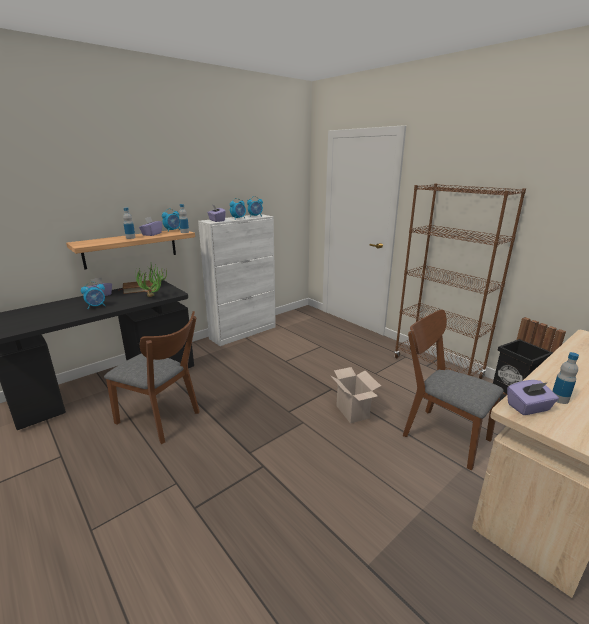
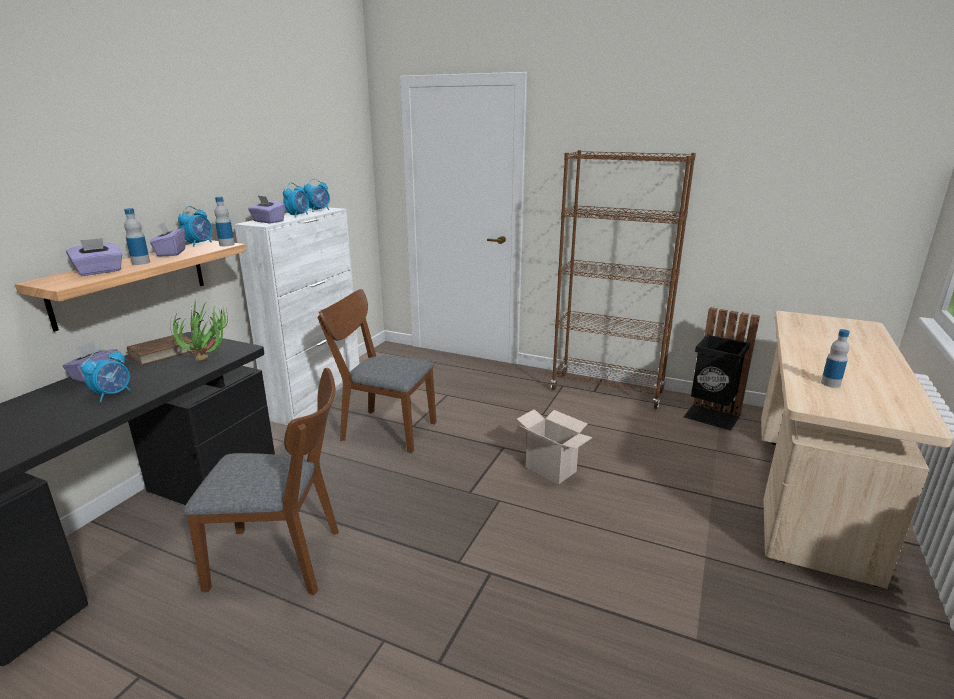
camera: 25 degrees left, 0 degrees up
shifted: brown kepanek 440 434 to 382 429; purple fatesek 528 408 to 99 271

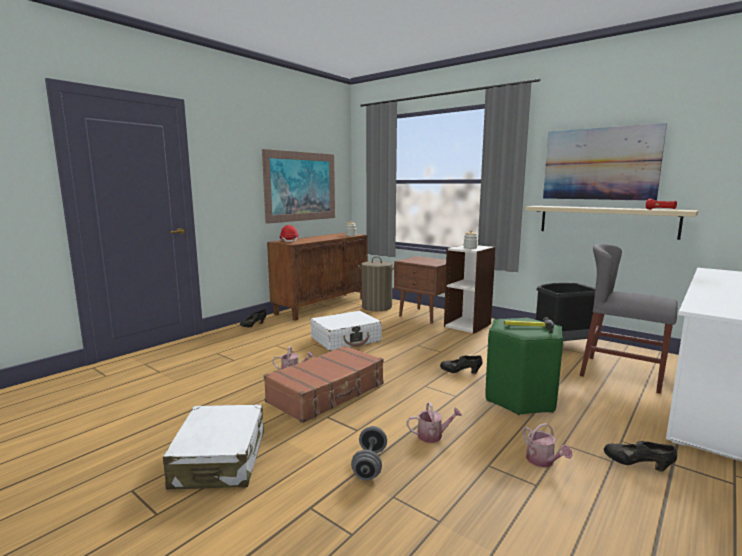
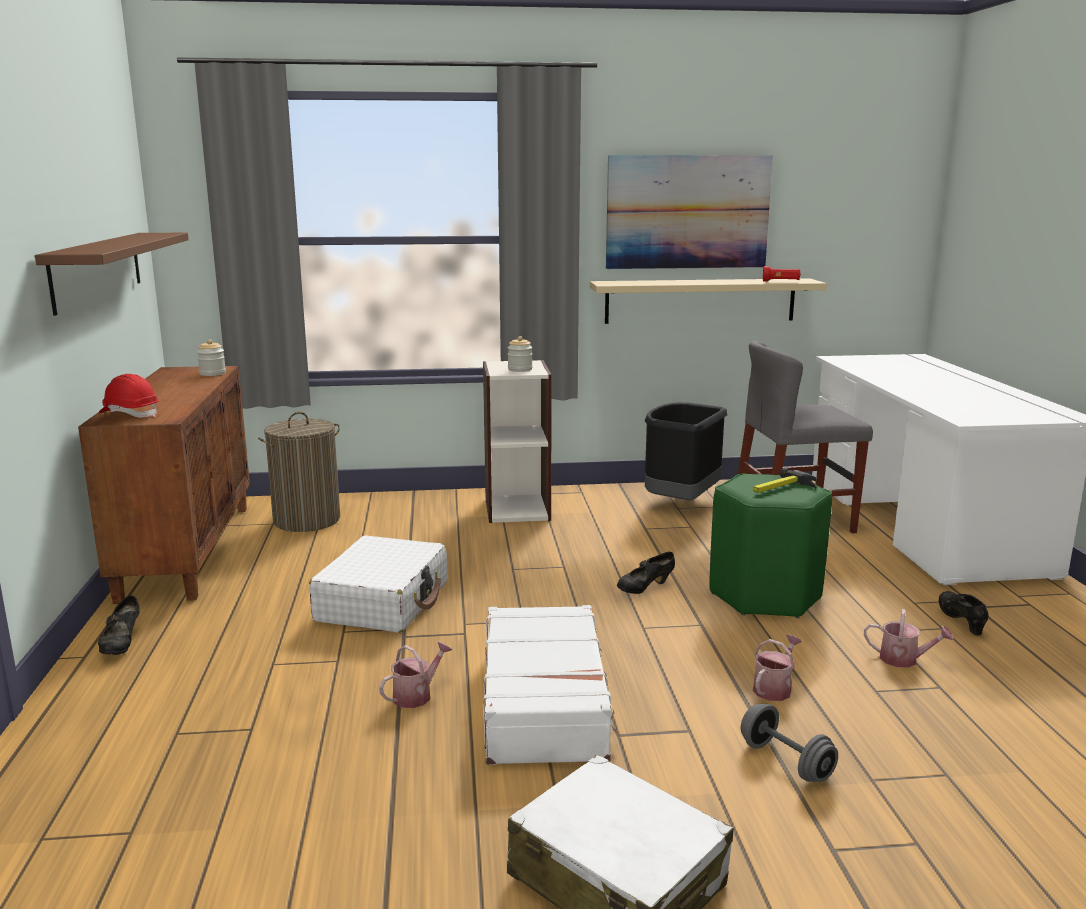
camera: 45 degrees left, 5 degrees up
gone: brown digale 425 315
swapped: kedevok 301 186 to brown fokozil 97 269
repainted: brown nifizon 327 393 to white nifizon 545 701
rotated: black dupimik 637 465 = 961 622 105 degrees clockwise

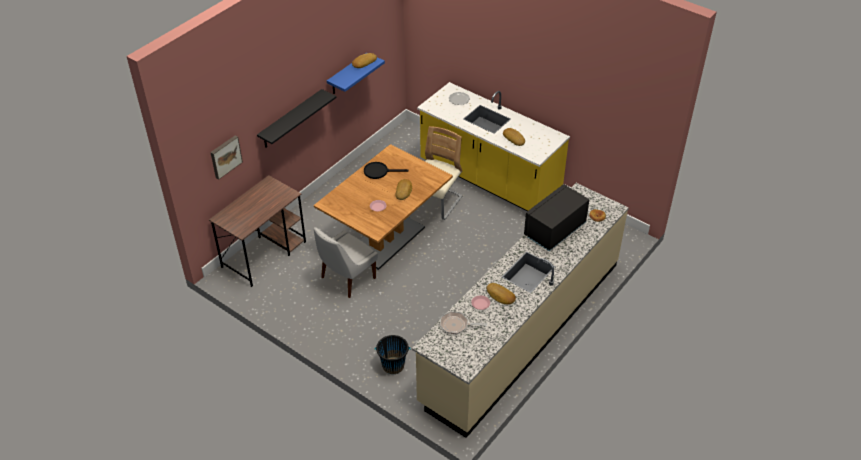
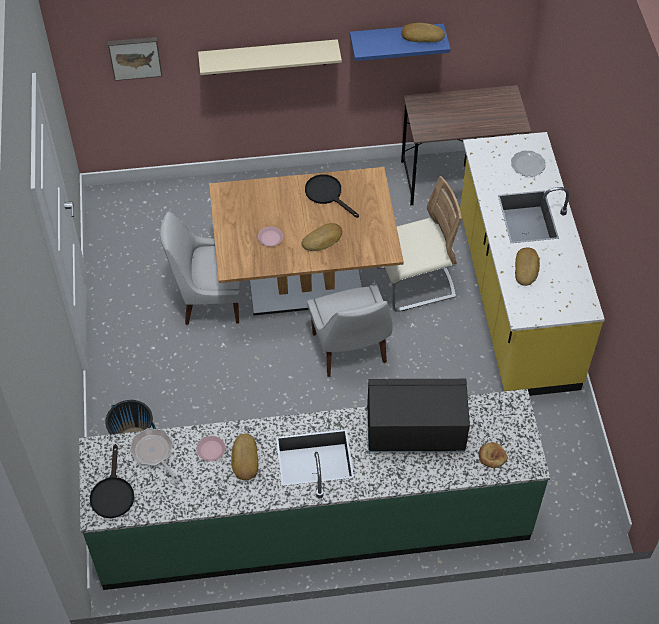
camera: 45 degrees right, 10 degrees up
new: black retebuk 112 493; white kepanek 350 350
shifted: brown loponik 264 254 to 459 178
repainted: black fokozil 291 119 to beige fokozil 268 57; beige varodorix 521 330 to green varodorix 313 521

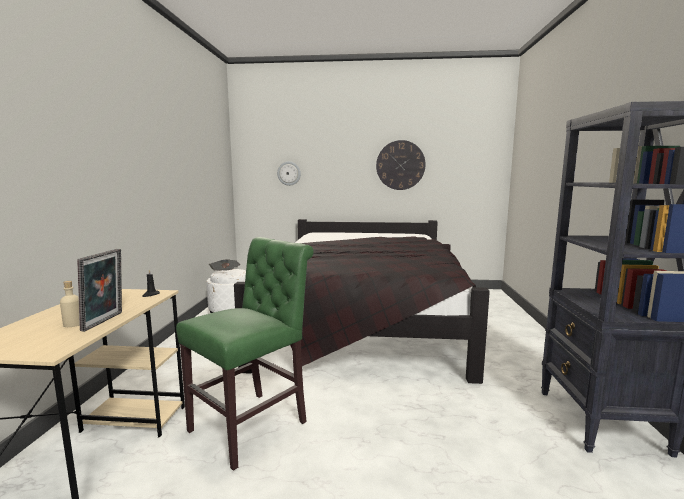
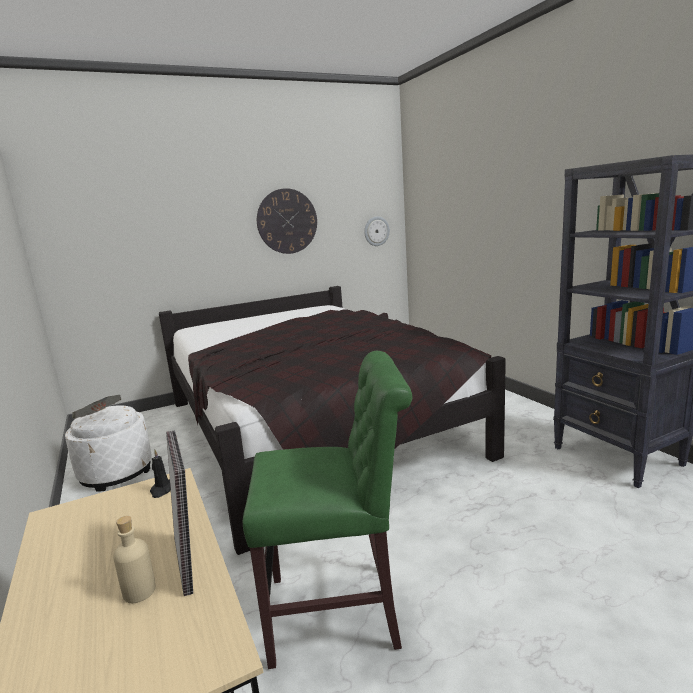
camera: 30 degrees left, 5 degrees up
shifted: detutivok 289 173 to 376 231
rotated: green kepanek 254 424 = 341 611 75 degrees clockwise

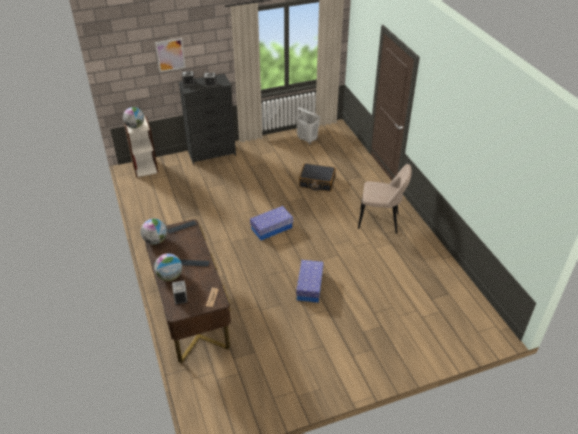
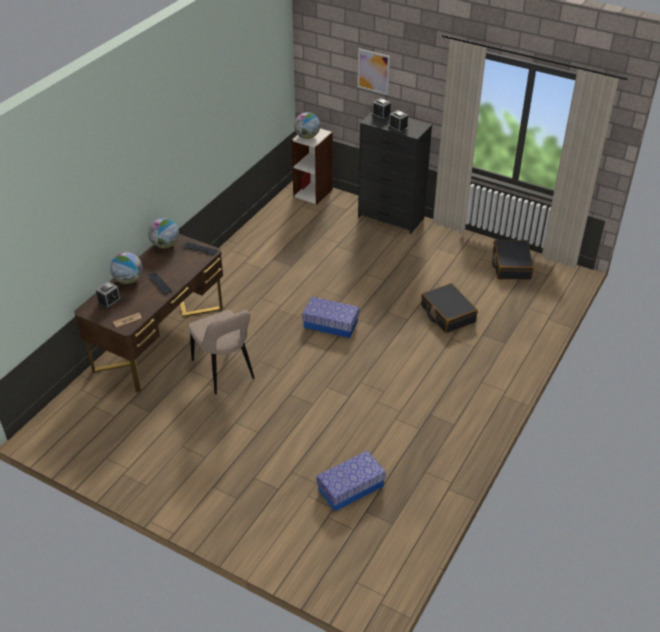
camera: 50 degrees right, 0 degrees up
shifted: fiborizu 309 286 to 350 488; beige kepanek 380 221 to 224 371
swapped: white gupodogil 307 139 to black nifizon 511 266

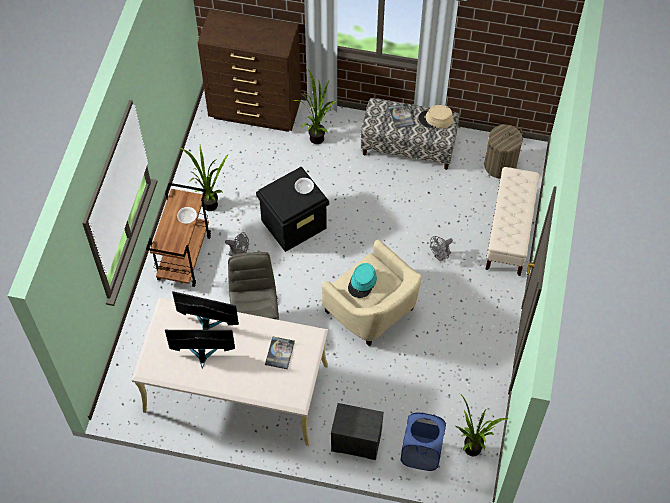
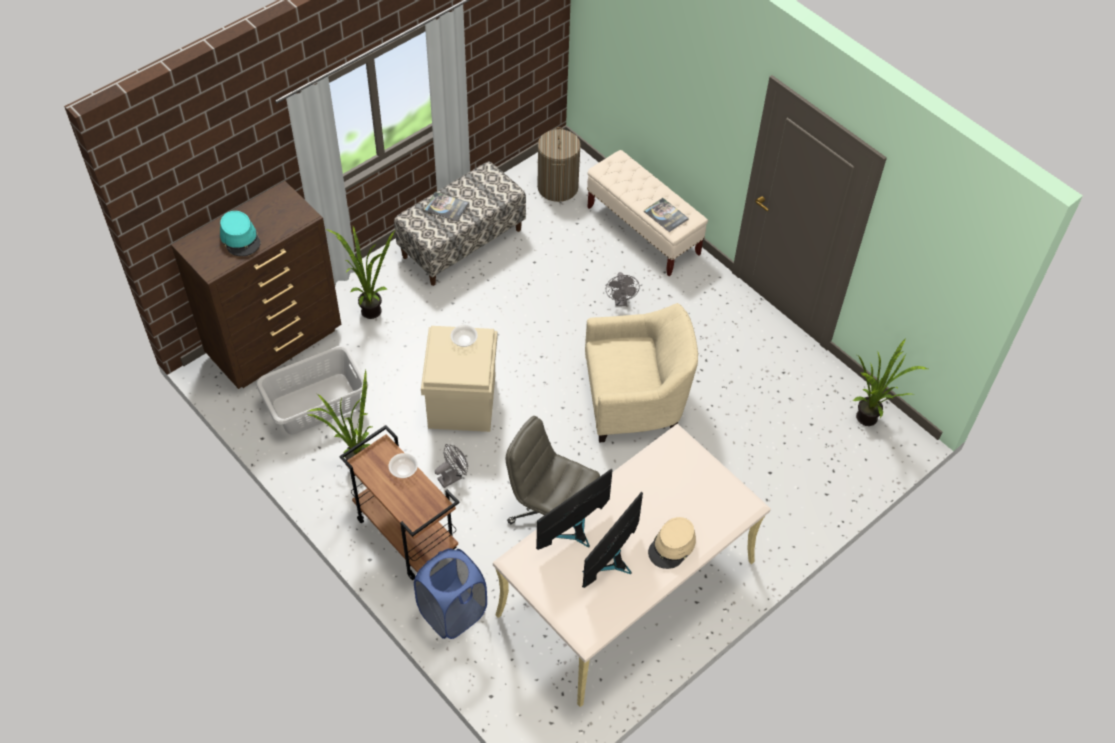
camera: 55 degrees left, 5 degrees down
gone: digale 355 440
new: grey gupodogil 315 403
shifted: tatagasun 279 353 to 665 215; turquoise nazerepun 362 282 to 240 238; blue gupodogil 421 453 to 452 613; beige nazerepun 435 119 to 672 546
repainted: black fiborizu 294 224 to beige fiborizu 461 401

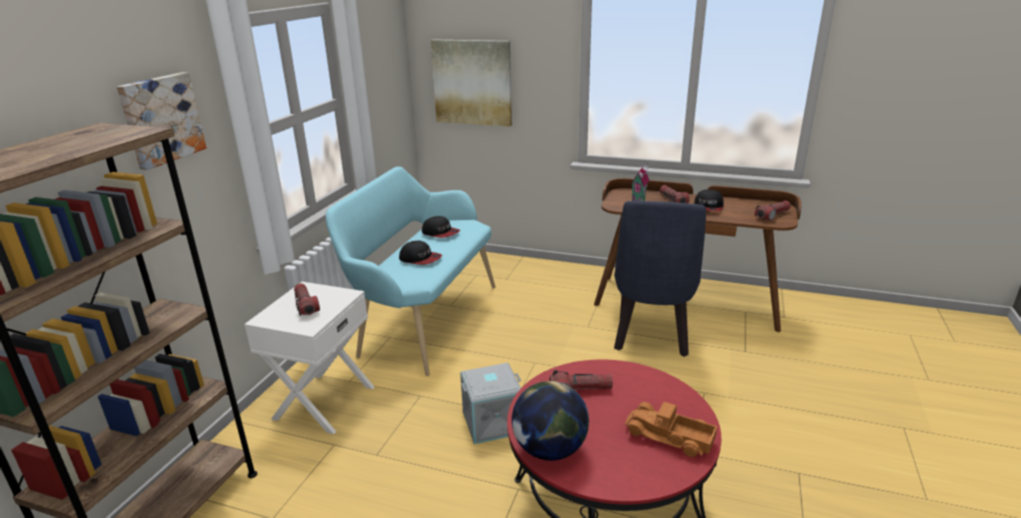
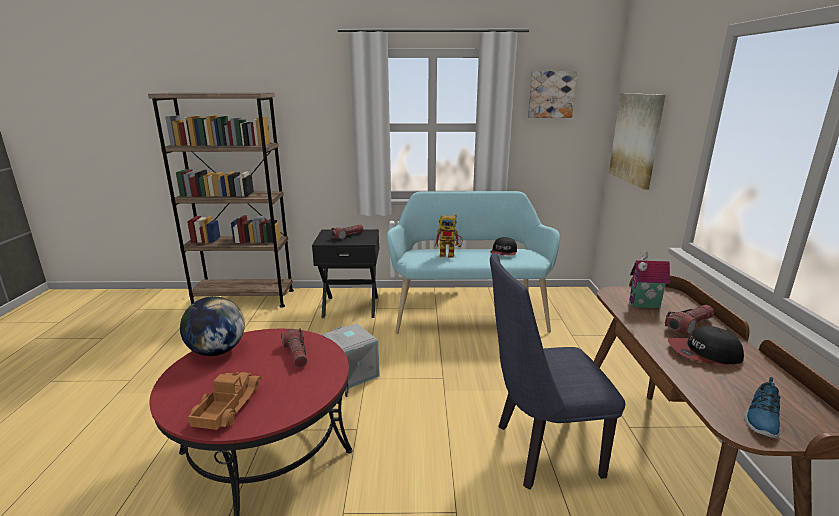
camera: 70 degrees right, 5 degrees down
shifted: kedevok 161 119 to 551 94
swapped: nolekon 420 259 to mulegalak 450 255; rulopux 772 215 to dupimik 761 418
repainted: white digale 323 402 to black digale 351 306

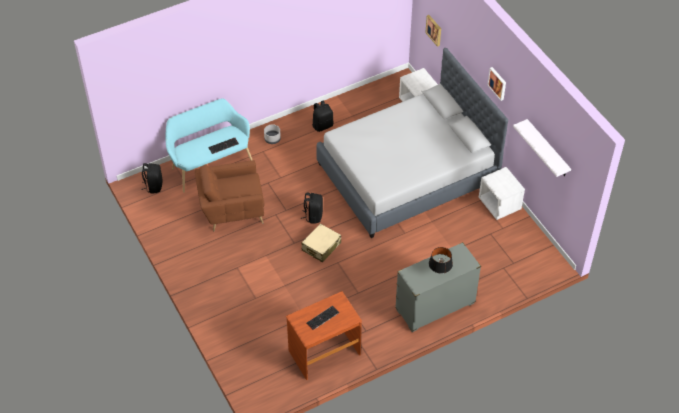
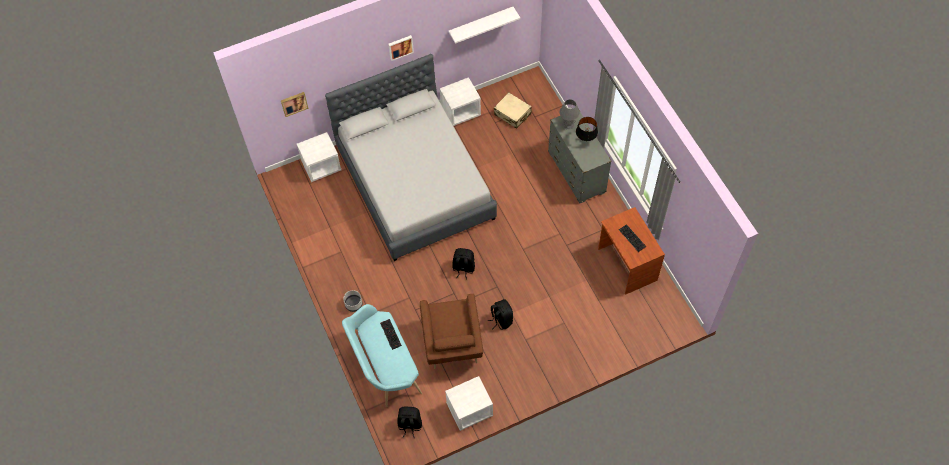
camera: 85 degrees left, 10 degrees up
new: white digale 469 410; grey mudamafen 568 124
shifted: beige nifizon 321 247 to 512 114; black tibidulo 322 125 to 501 320

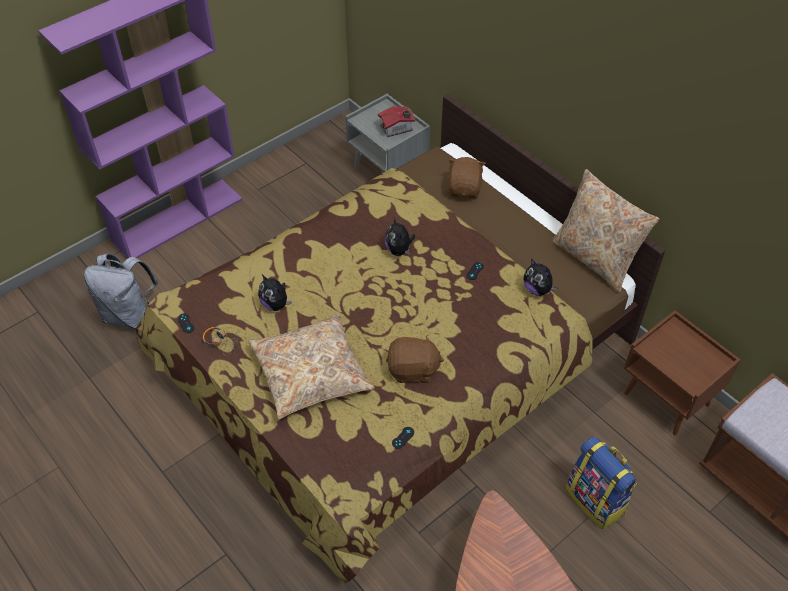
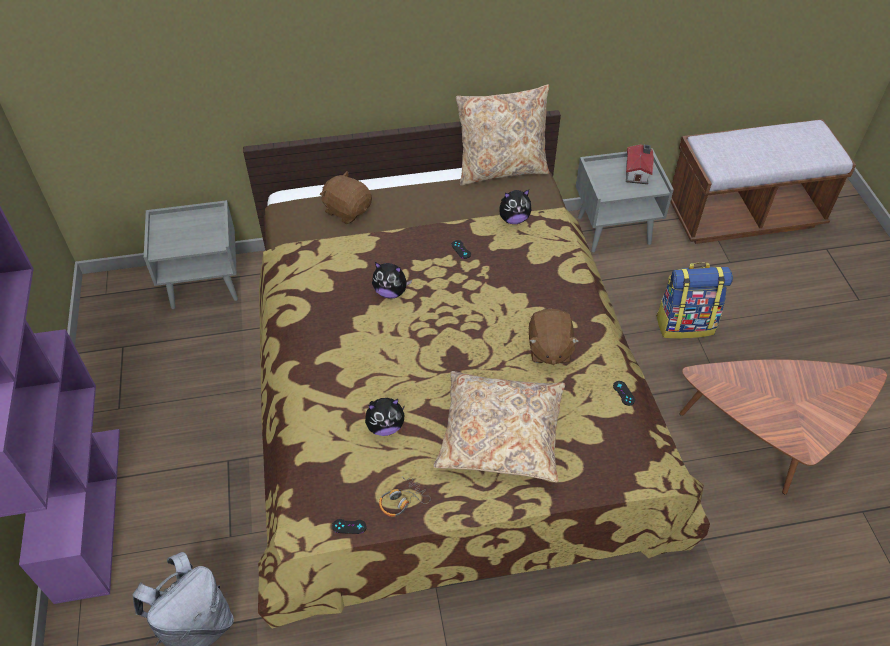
camera: 60 degrees left, 0 degrees up
shifted: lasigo 397 128 to 638 172
repainted: brown digale 667 399 to grey digale 614 230
rotated: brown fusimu 413 370 = 549 349 150 degrees clockwise

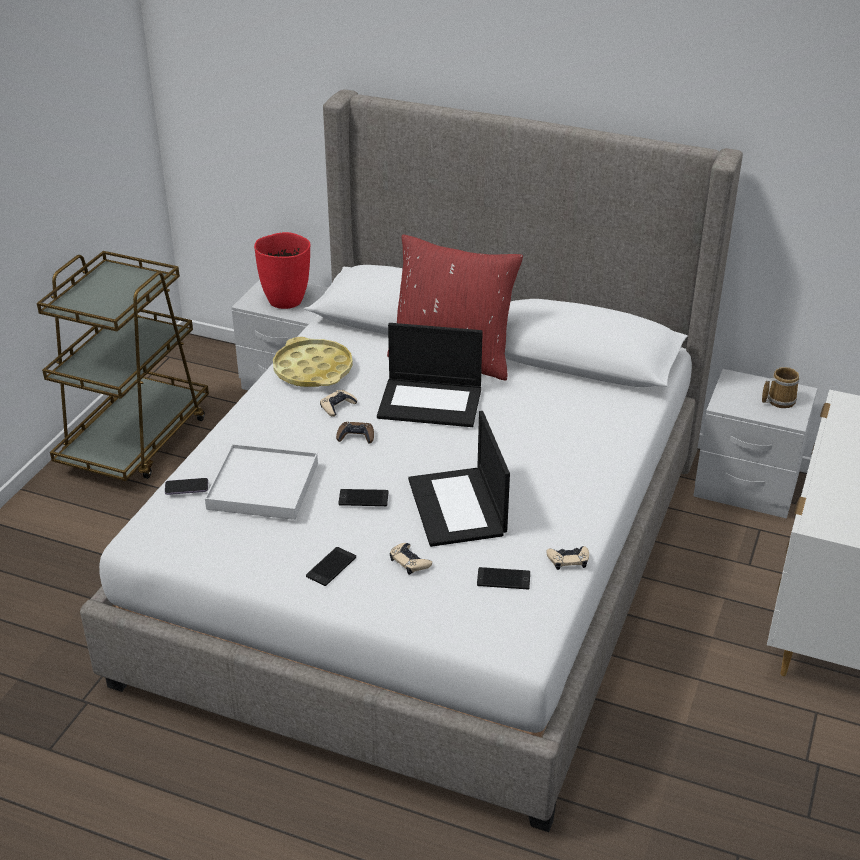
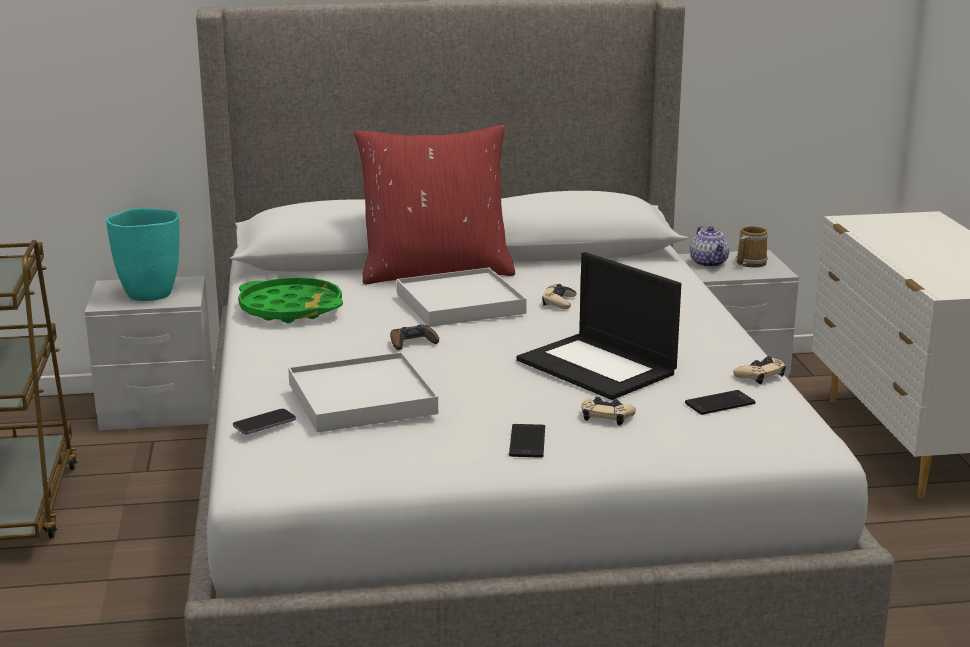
camera: 30 degrees left, 15 degrees down
gone: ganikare 363 498
new: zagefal 709 263
shifted: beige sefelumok 337 406 to 559 302
swapped: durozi 431 402 to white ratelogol 460 303
repainted: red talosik 286 300 to turquoise talosik 149 294; yellow ratelogol 313 370 to green ratelogol 291 309

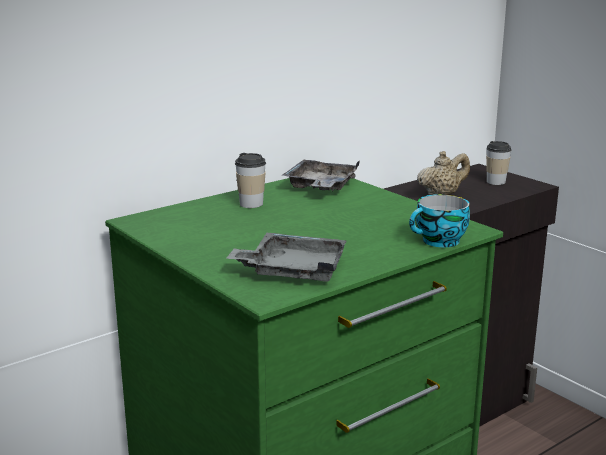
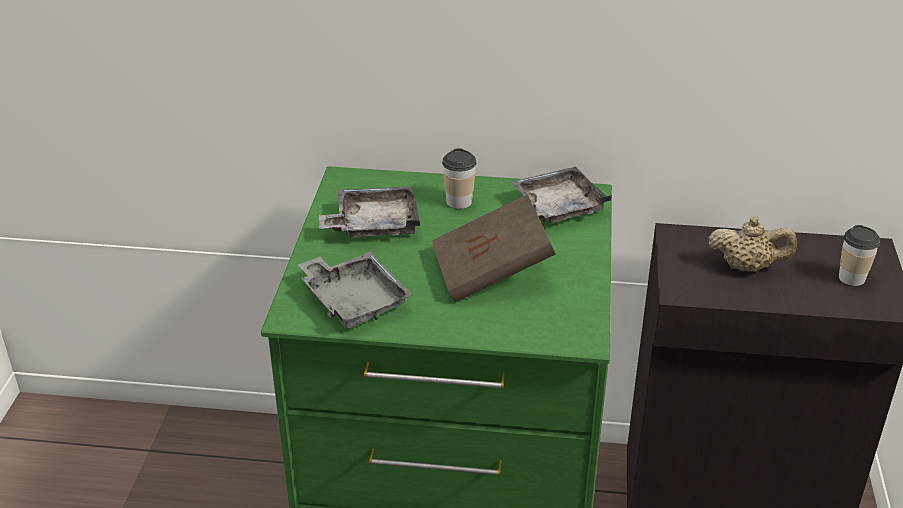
camera: 45 degrees right, 15 degrees up
gone: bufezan 439 242
new: grey ratelogol 373 224; brown tatagasun 491 272

